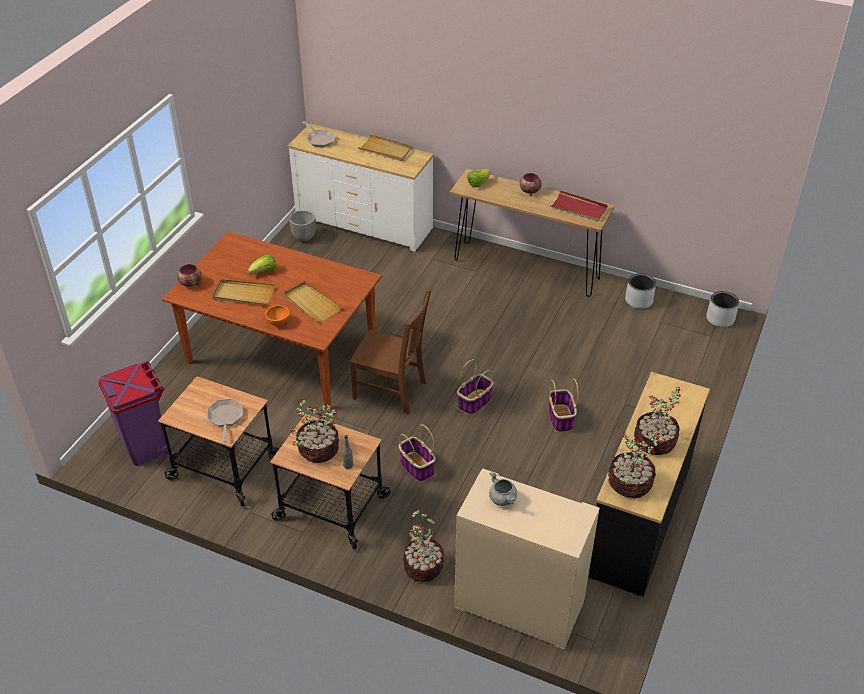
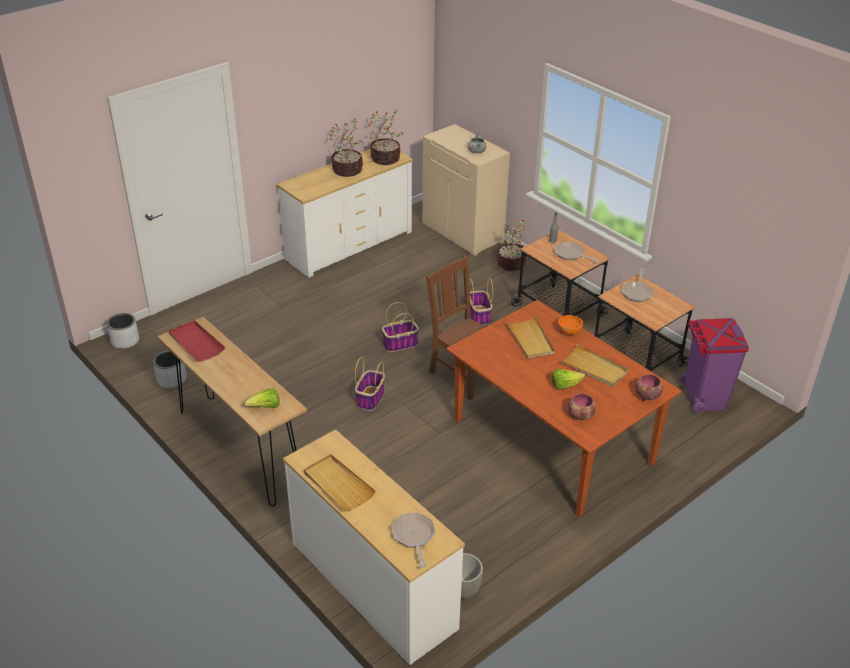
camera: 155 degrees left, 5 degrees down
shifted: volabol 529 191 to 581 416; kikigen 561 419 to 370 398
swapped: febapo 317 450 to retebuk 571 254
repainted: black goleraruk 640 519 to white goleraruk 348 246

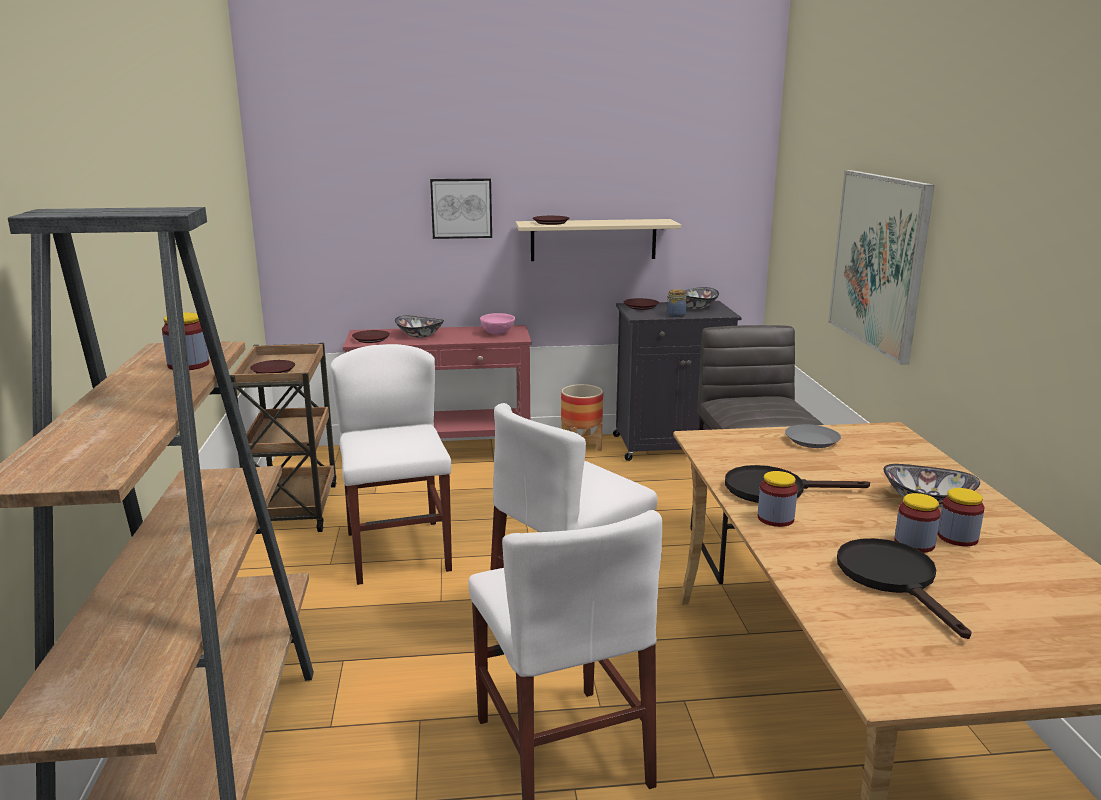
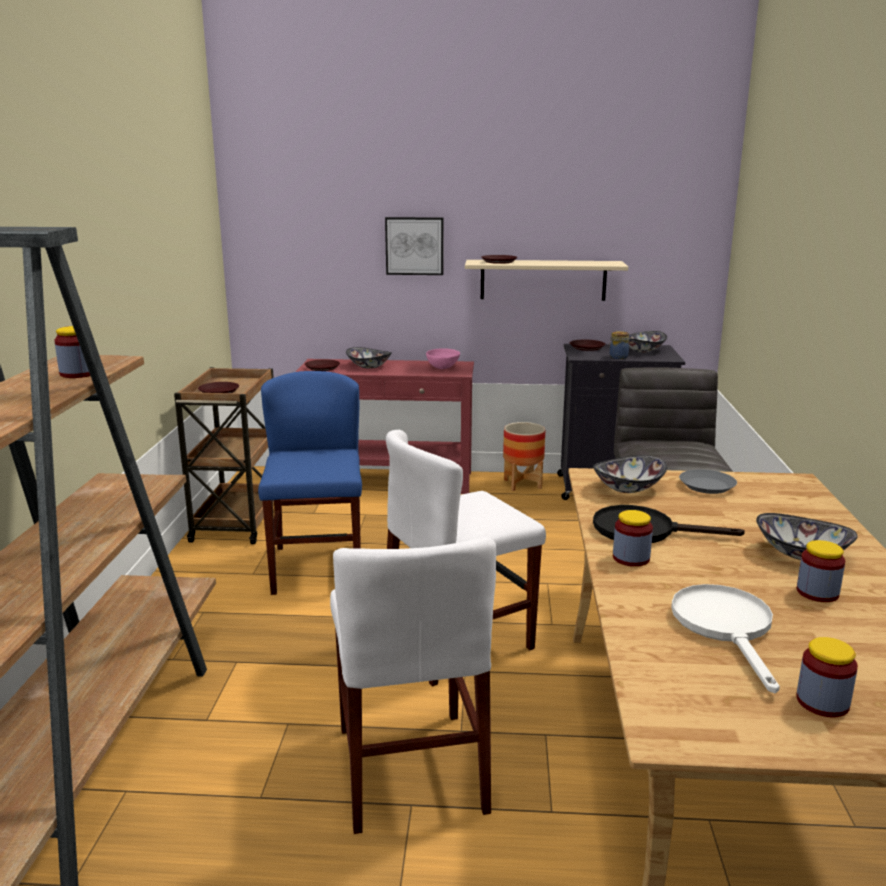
camera: 10 degrees right, 0 degrees up
gone: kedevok 878 261
new: volabol 628 488
shifted: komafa 914 543 to 822 702
repainted: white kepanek 398 551 to blue kepanek 318 568; black retebuk 893 579 to white retebuk 726 627

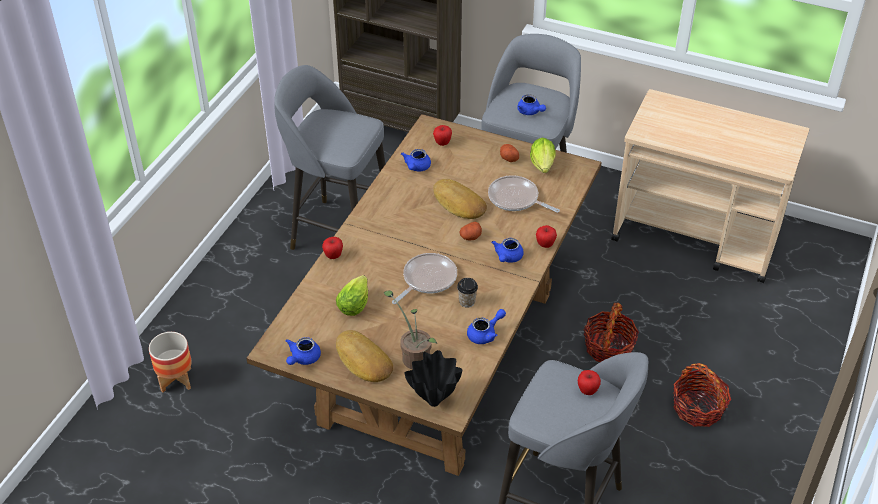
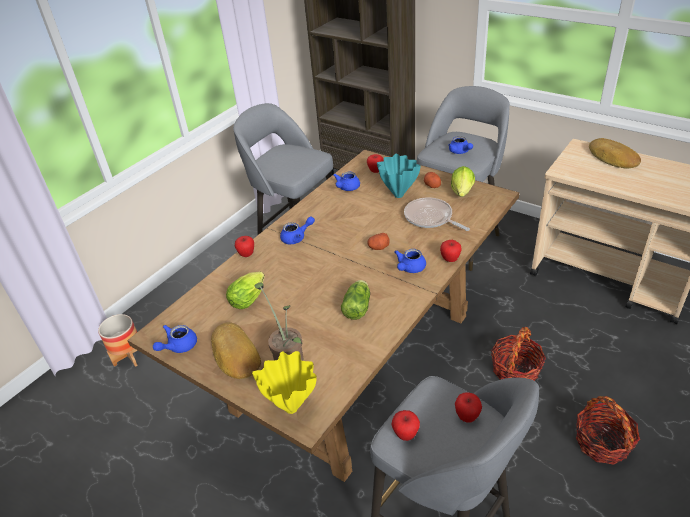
camera: 15 degrees right, 5 degrees down
gone: retebuk 427 279
new: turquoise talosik 397 195; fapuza 405 434
shifted: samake 458 204 to 612 158; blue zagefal 485 334 to 297 238
swapped: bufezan 467 302 to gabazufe 358 306
repainted: black talosik 435 402 to yellow talosik 292 408

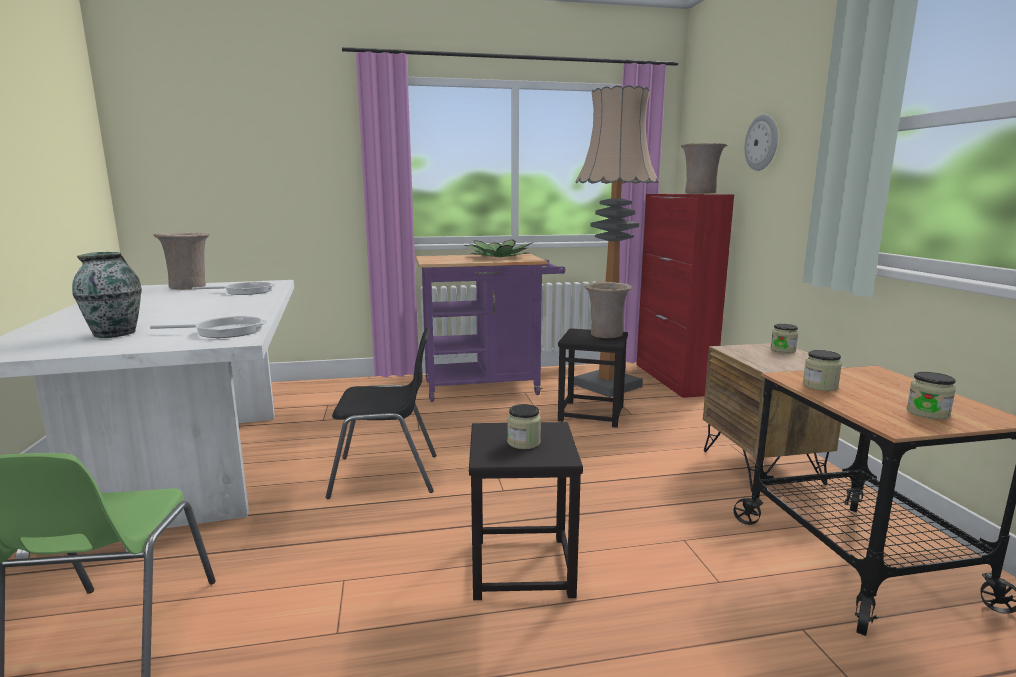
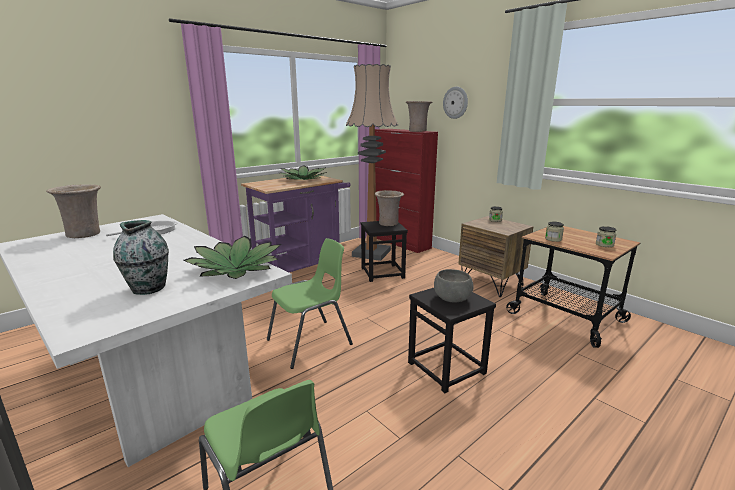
camera: 30 degrees left, 5 degrees up
swapped: retebuk 225 331 to febapo 236 268; komafa 523 442 to grey volabol 452 298
repainted: black kepanek 387 475 to green kepanek 311 342

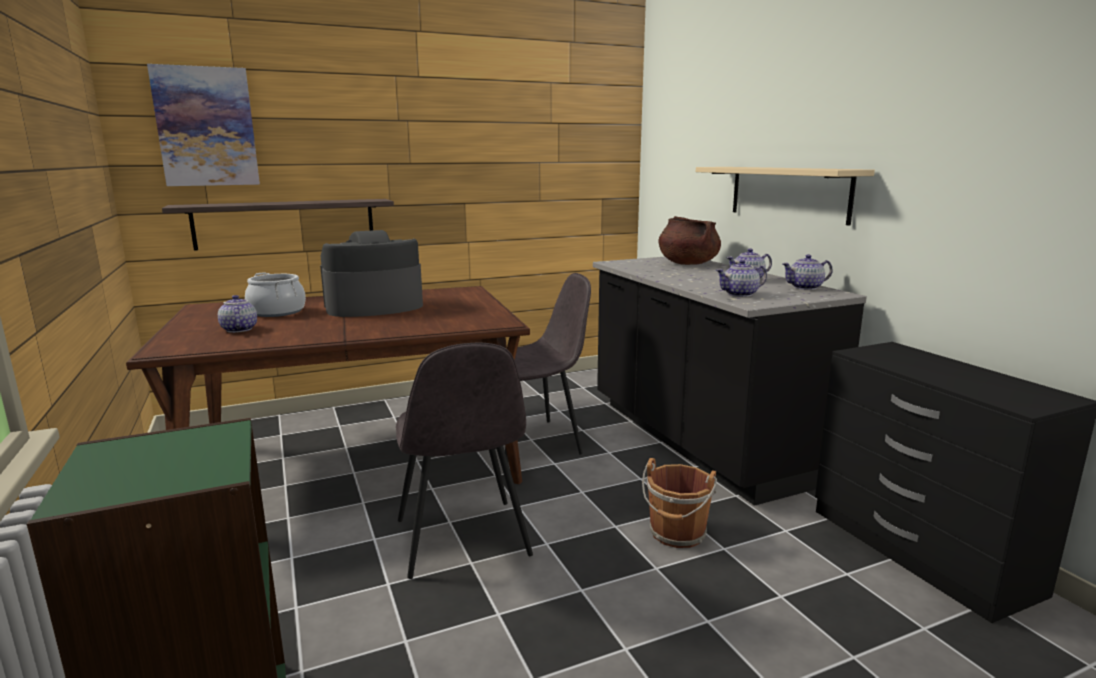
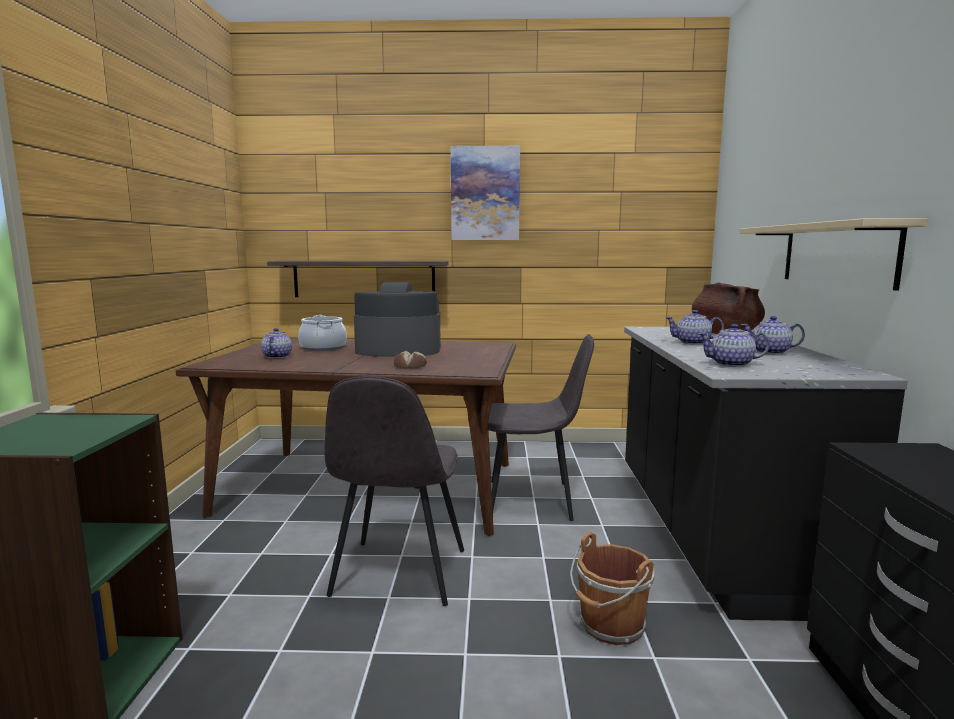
camera: 25 degrees right, 5 degrees down
new: samake 411 366
shifted: kedevok 206 127 to 485 194; zagefal 805 287 to 693 343

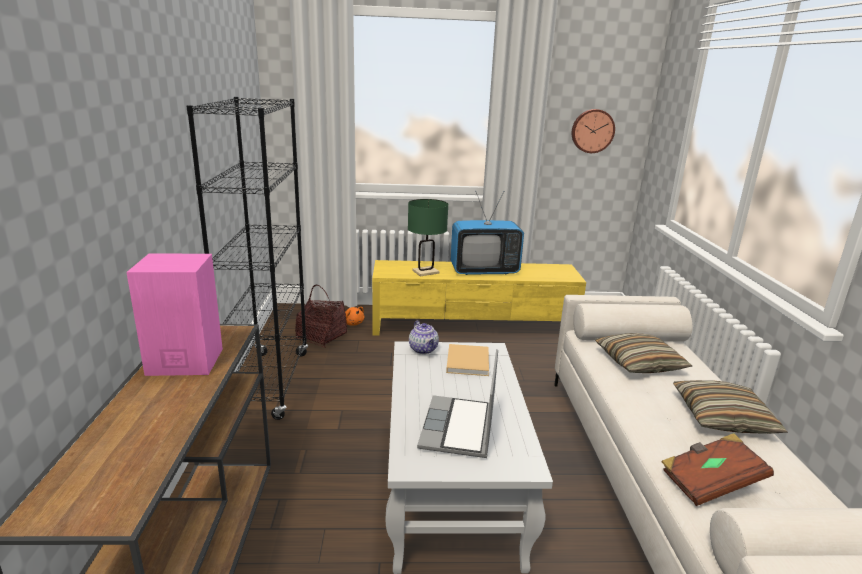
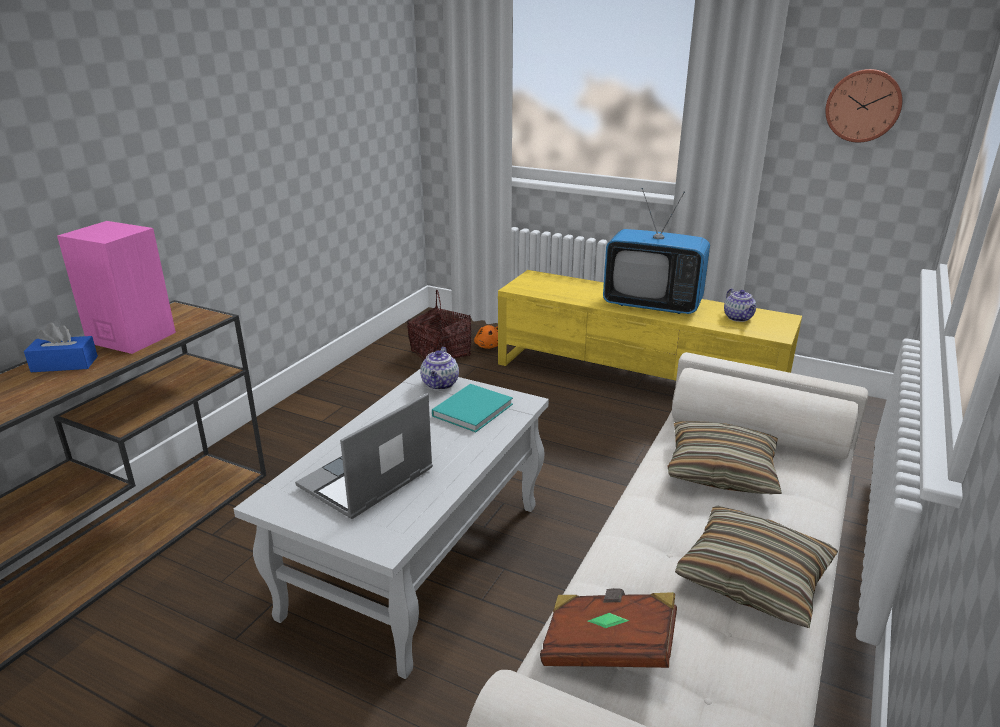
camera: 30 degrees right, 5 degrees up
gone: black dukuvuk 269 384; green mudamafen 425 272
new: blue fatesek 64 364; zagefal 739 318
repainted: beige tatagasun 468 361 to turquoise tatagasun 474 409

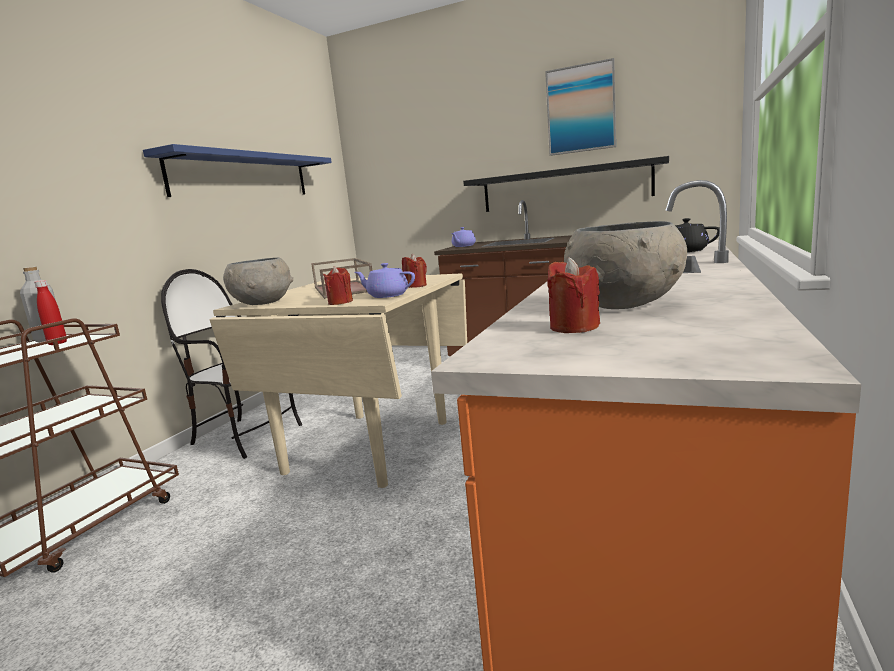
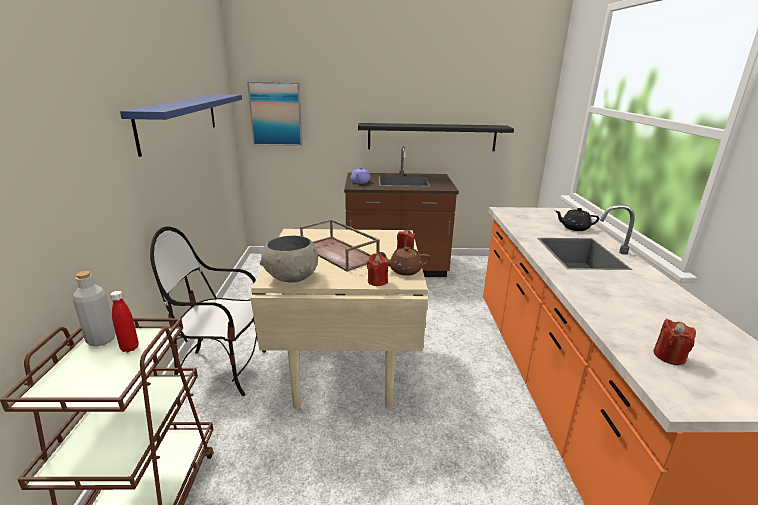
camera: 25 degrees left, 10 degrees up
gone: grey volabol 624 304
shifted: kedevok 581 109 to 276 114
repainted: purple zagefal 387 295 to brown zagefal 404 270

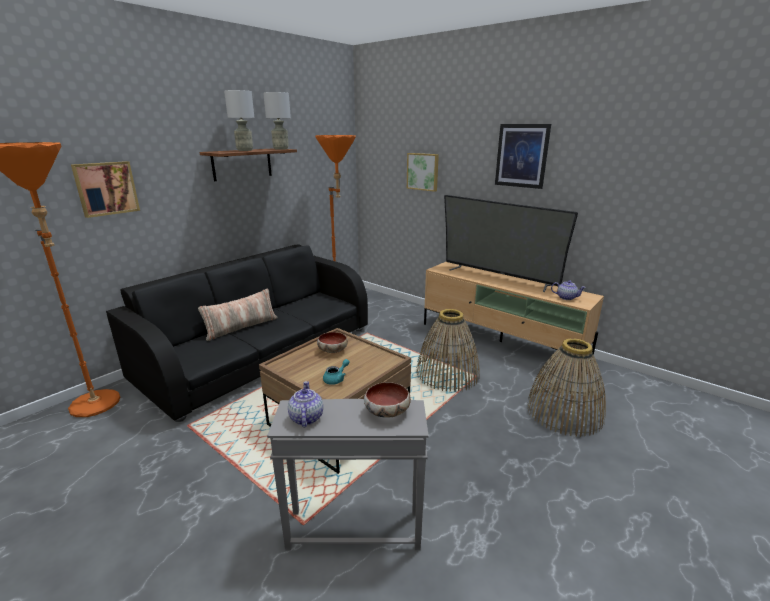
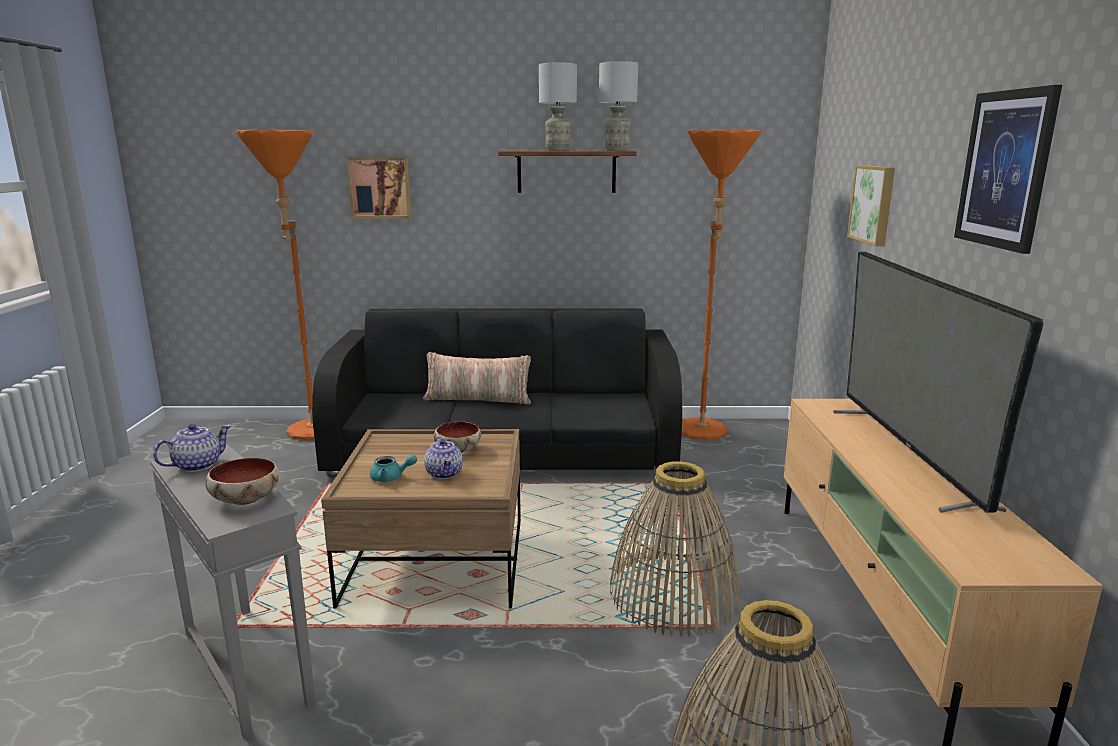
camera: 50 degrees right, 5 degrees down
shifted: zagefal 566 297 to 444 473

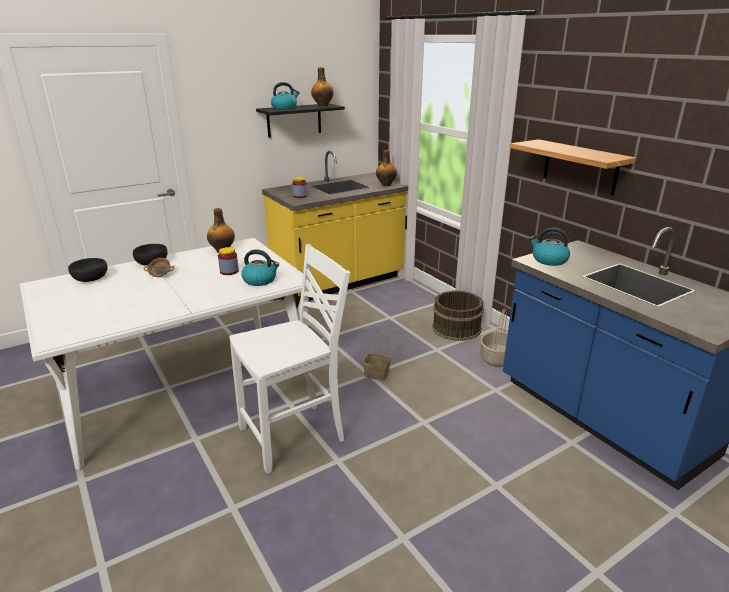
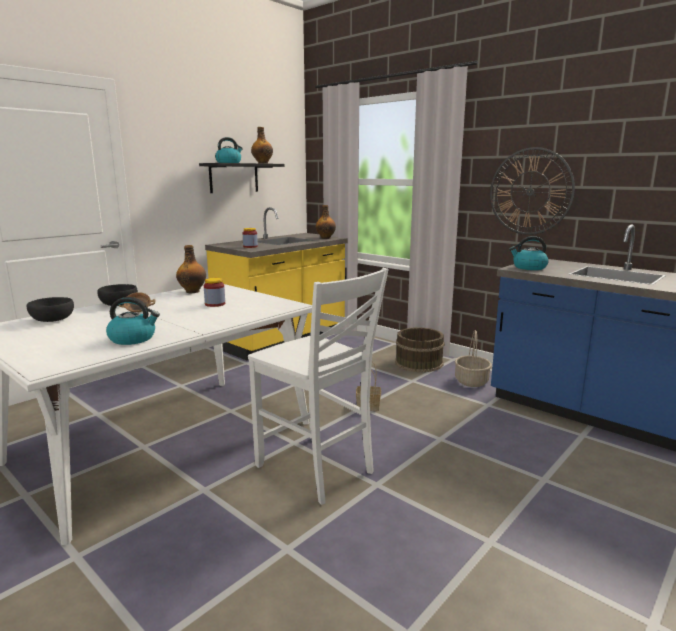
camera: 15 degrees left, 10 degrees down
shifted: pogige 260 280 to 133 339
swapped: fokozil 580 167 to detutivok 530 191
rotated: white kepanek 294 435 = 316 469 90 degrees clockwise

